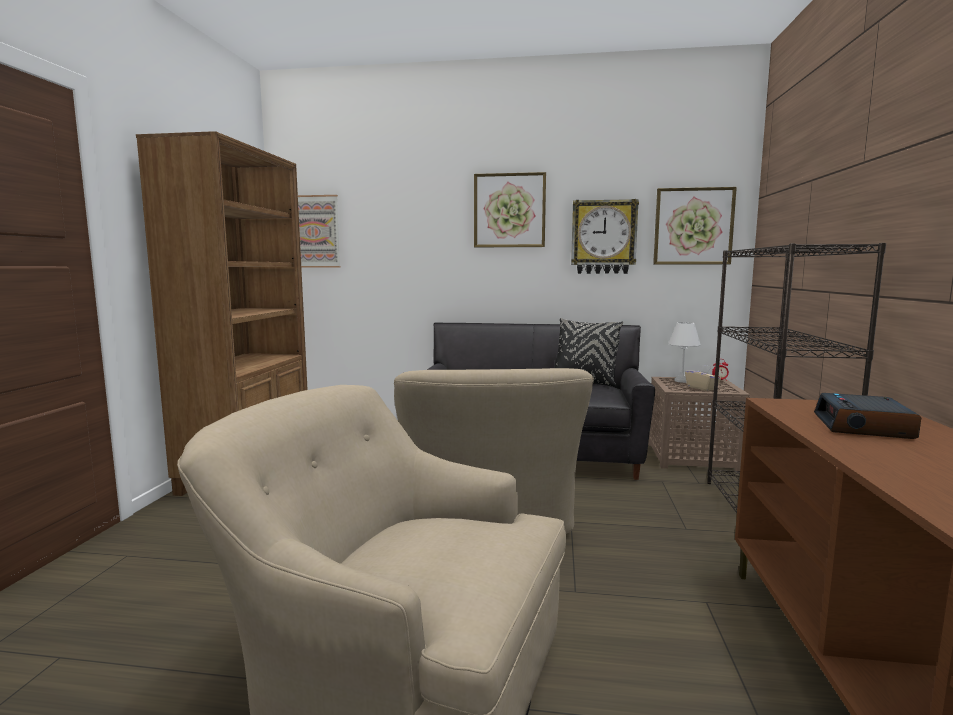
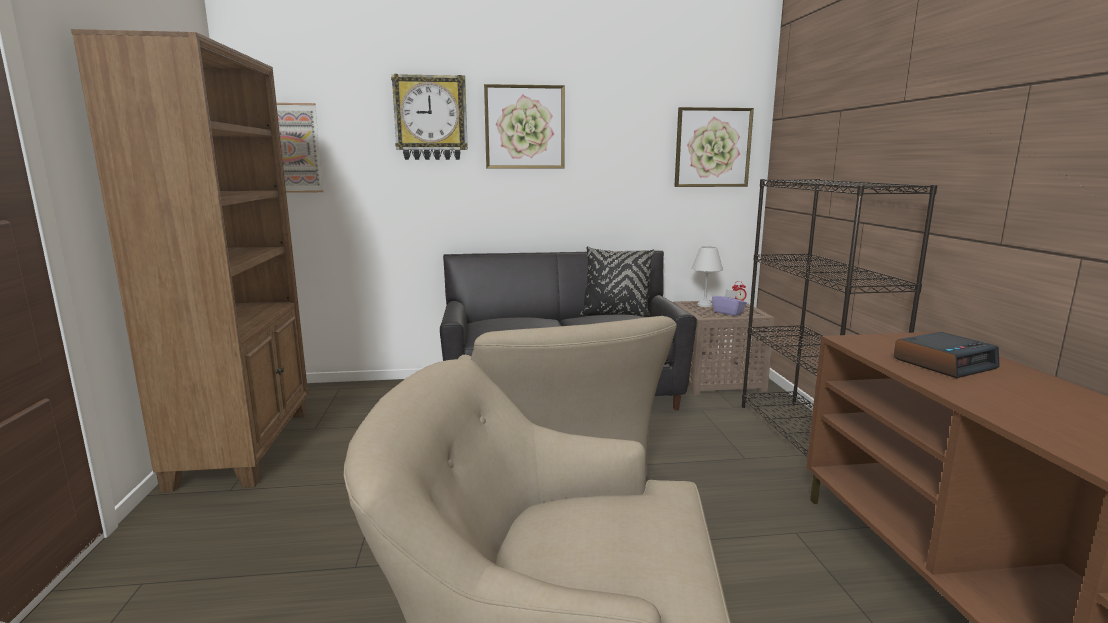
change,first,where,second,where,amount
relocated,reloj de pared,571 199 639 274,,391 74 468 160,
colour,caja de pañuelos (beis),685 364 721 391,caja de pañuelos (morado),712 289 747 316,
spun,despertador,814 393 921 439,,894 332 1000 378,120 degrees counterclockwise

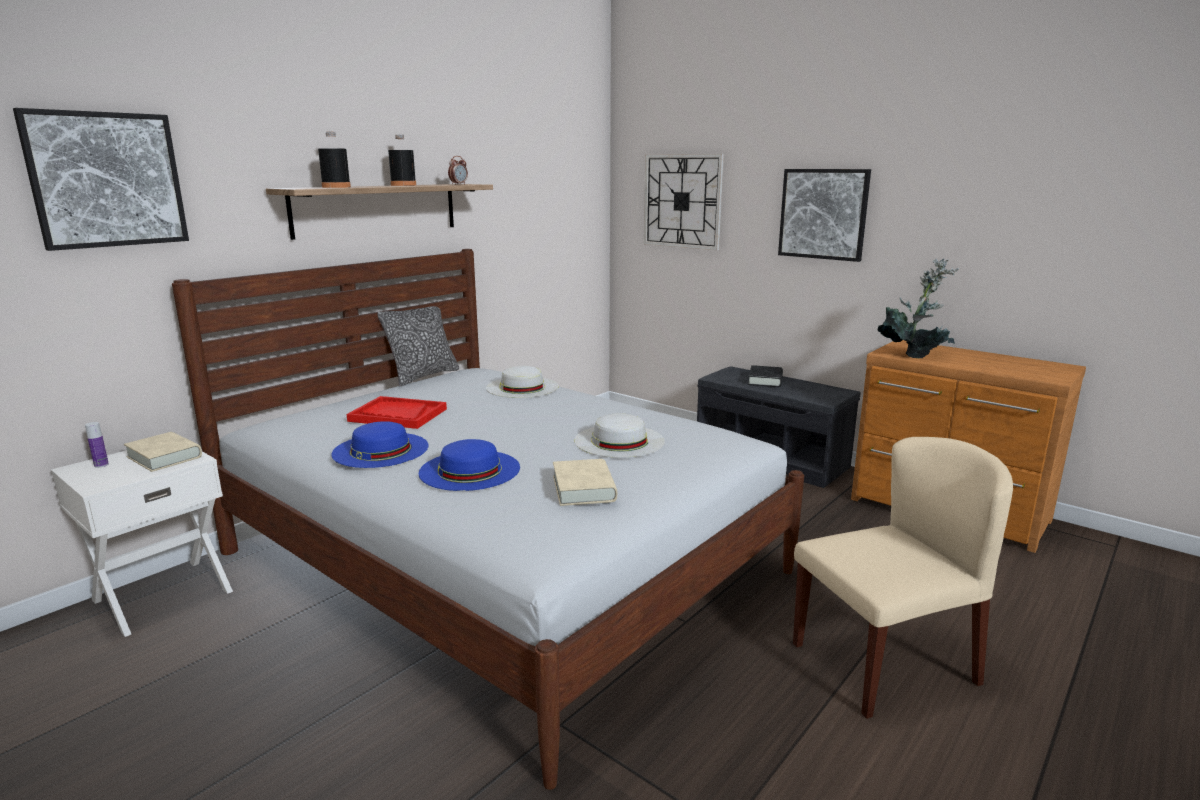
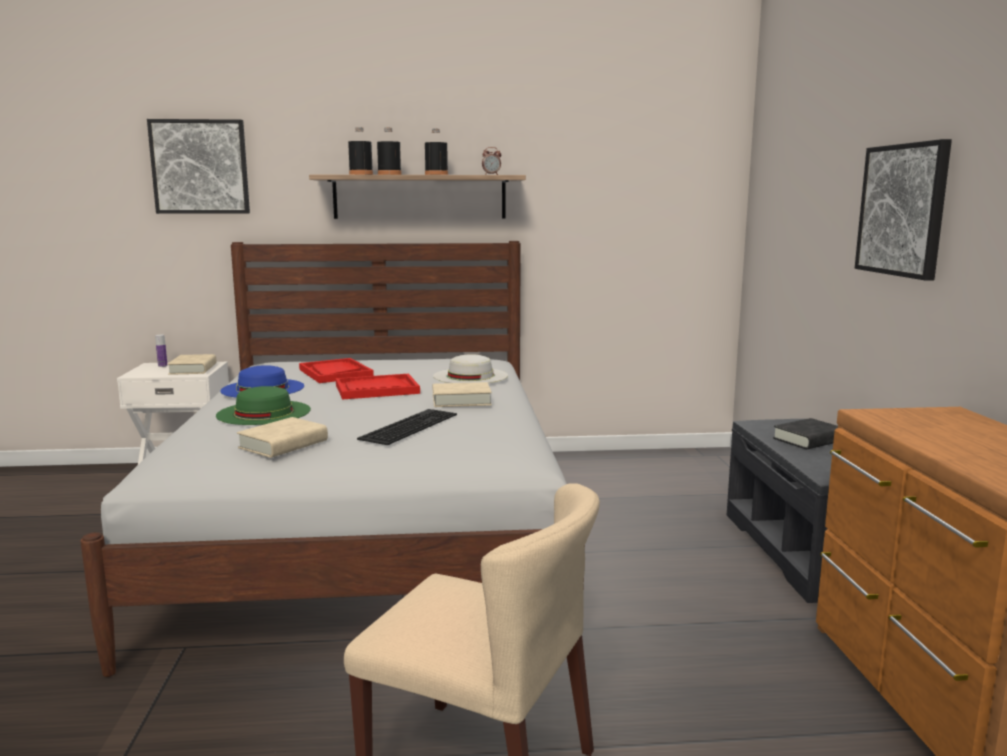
change,first,where,second,where,amount
missing,reloj de pared,644 154 724 250,,,
missing,planta en maceta,878 259 958 358,,,
missing,cojín,377 301 459 386,,,
exchanged,sombrero (blanco),575 413 665 458,teclado,357 409 457 445,
colour,sombrero (azul),419 439 520 491,sombrero (verde),216 386 311 425,
appeared,,,botella (negro),377 127 402 175,
appeared,,,bandeja (rojo),336 374 420 400,
appeared,,,libro (beis),433 382 492 407,

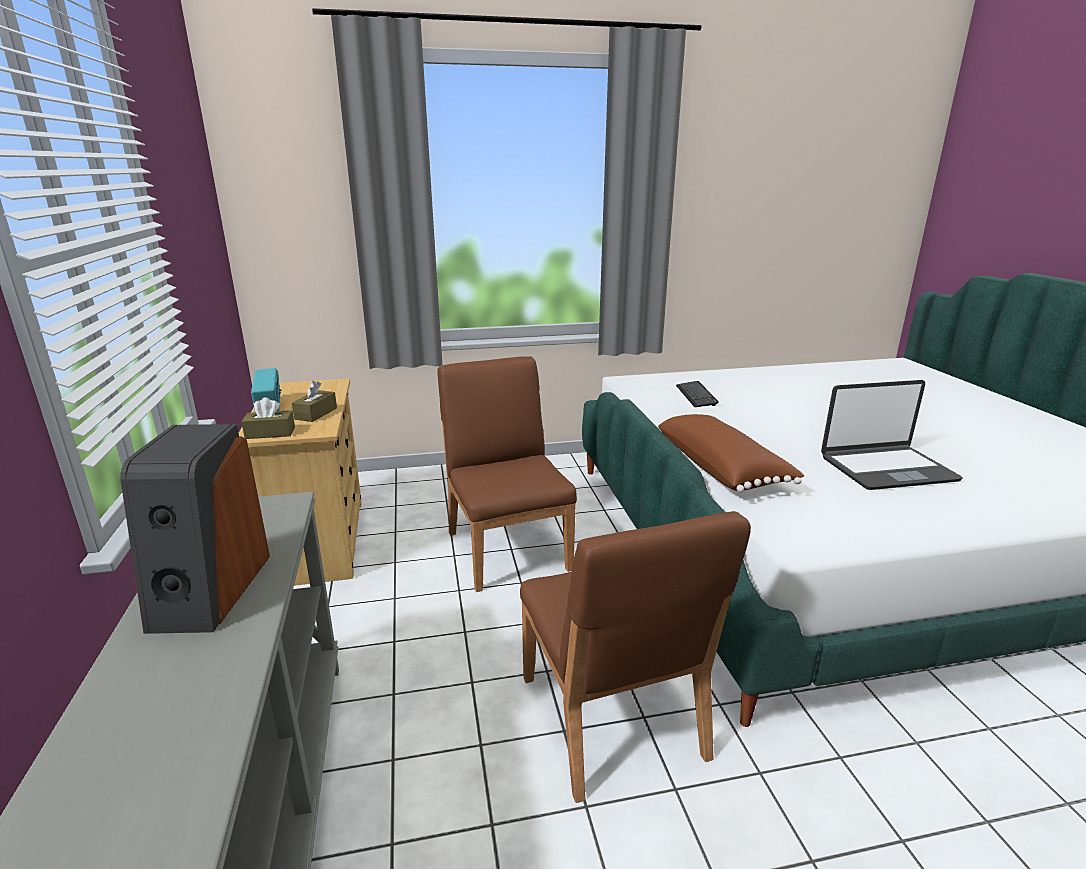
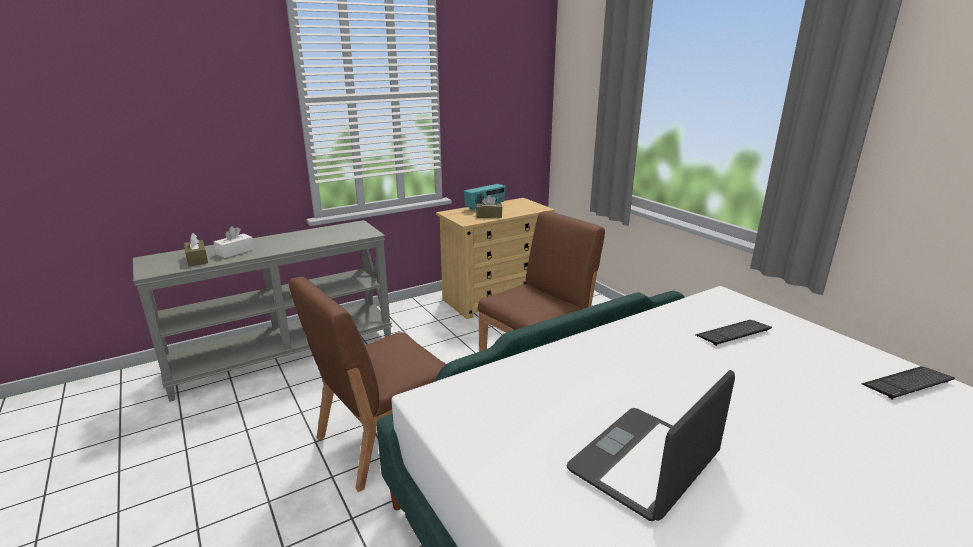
change,first,where,second,where,amount
spun,portátil,821 380 963 490,,566 370 735 521,75 degrees clockwise
relocated,caja de pañuelos (marrón),241 397 295 439,,184 233 208 266,
missing,cojín (marrón),657 414 804 492,,,
missing,altavoz,120 424 270 634,,,
appeared,,,caja de pañuelos (blanco),214 226 254 258,
appeared,,,teclado,861 366 955 400,

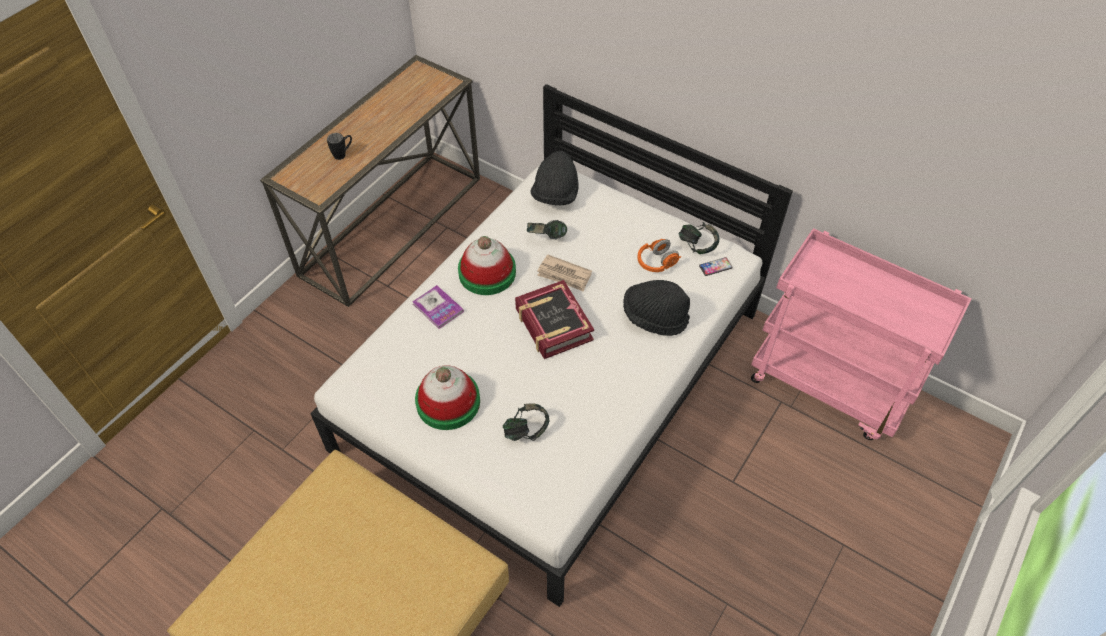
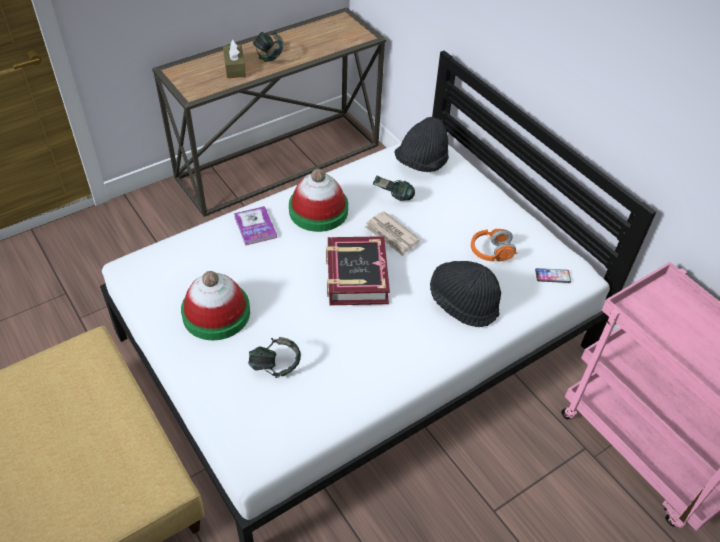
change,first,where,second,where,amount
exchanged,taza grande (negro),327 133 352 160,caja de pañuelos (marrón),223 40 246 78,
relocated,auriculares,679 222 719 254,,253 32 284 62,

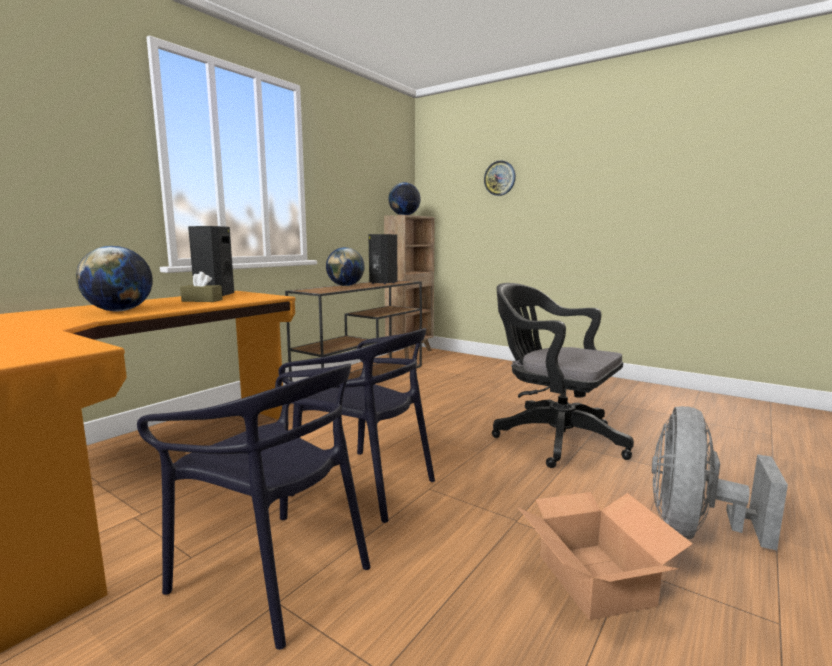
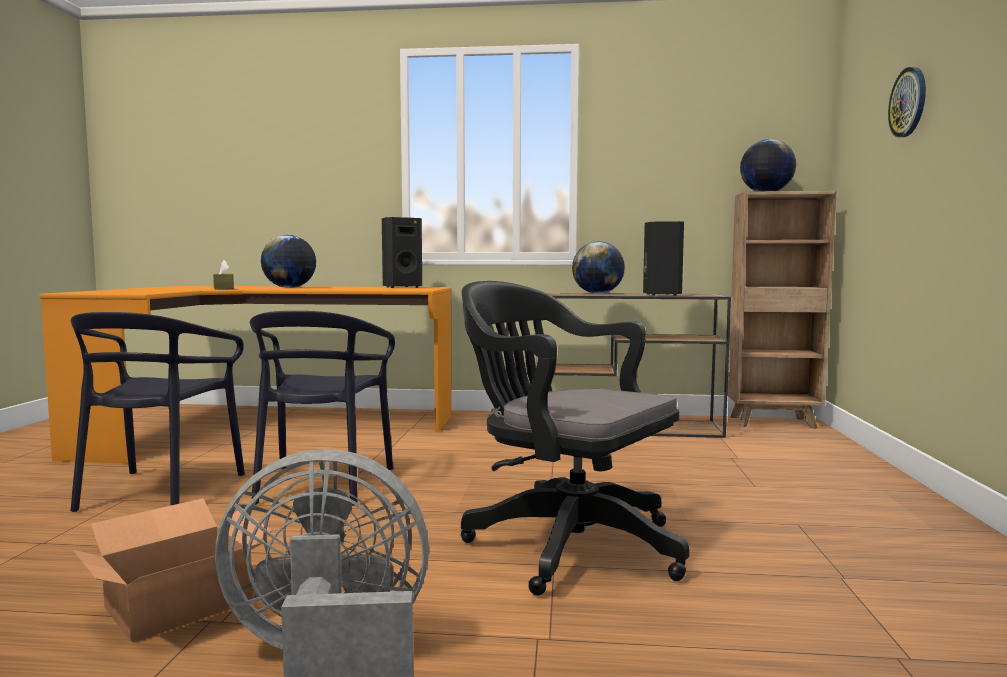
change,first,where,second,where,amount
relocated,caja de pañuelos (marrón),180 272 223 302,,213 260 234 289,
spun,silla de oficina (negro),492 283 634 468,,461 281 690 595,60 degrees counterclockwise

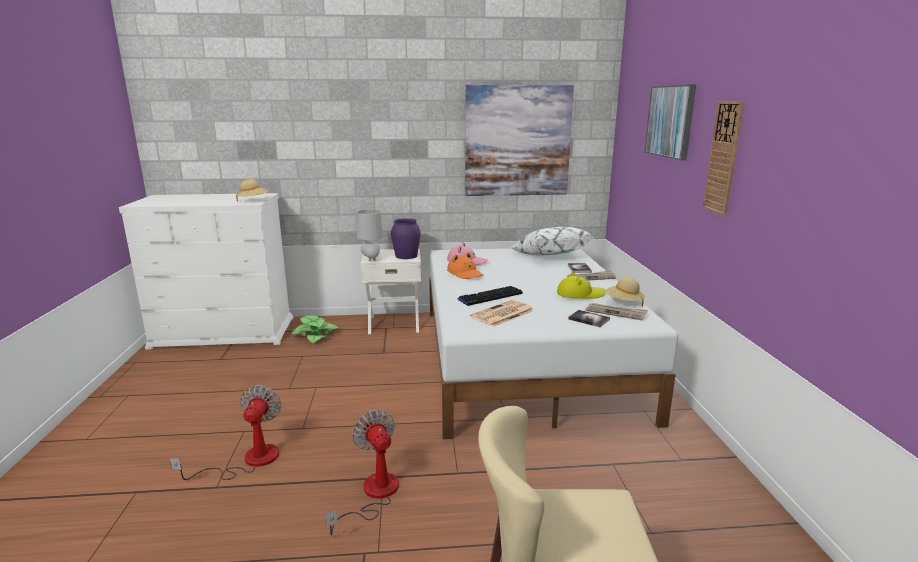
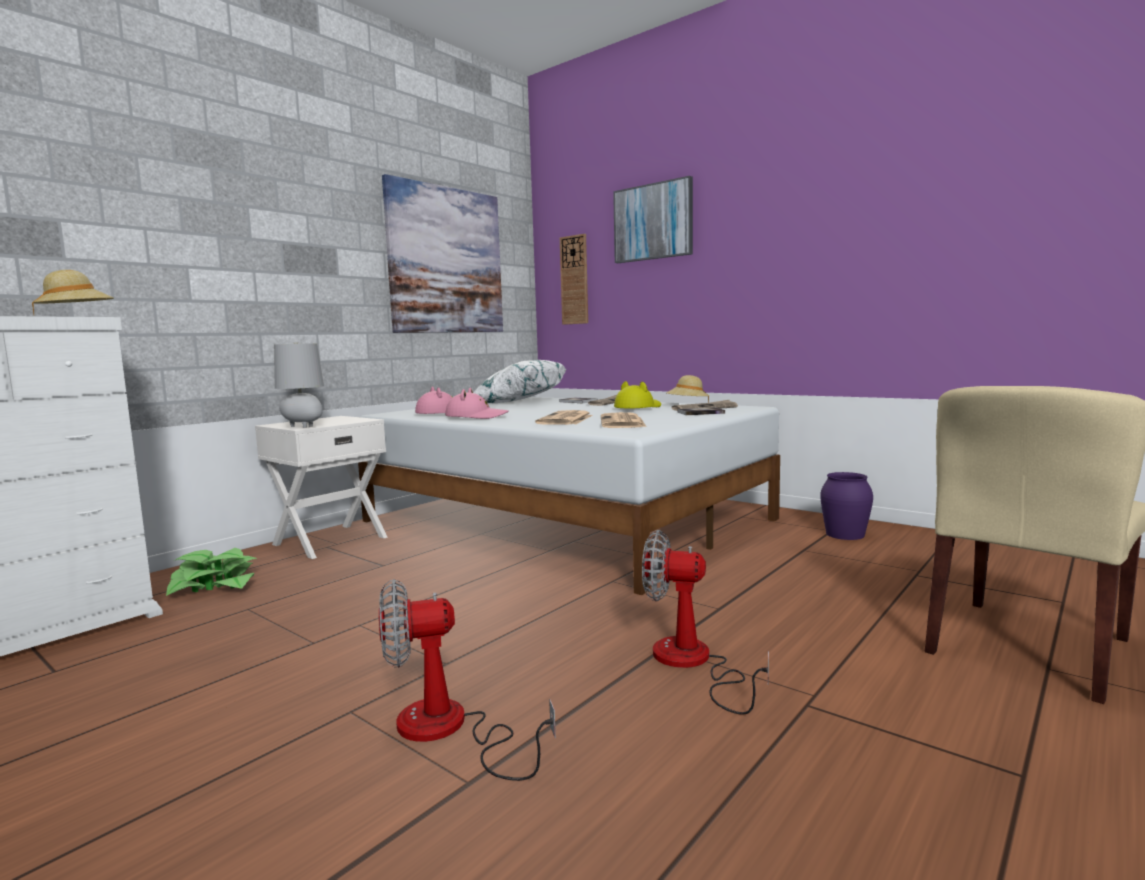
change,first,where,second,where,amount
relocated,reloj de pared,703 101 744 216,,560 234 588 325,
relocated,florero (morado),391 218 421 259,,820 472 873 540,
colour,sombrero (naranja),447 252 483 279,sombrero (rosa),445 388 509 419,
exchanged,teclado,458 286 523 306,periódico,535 410 592 425,
spun,ventilador,170 385 282 480,,379 579 556 781,60 degrees counterclockwise

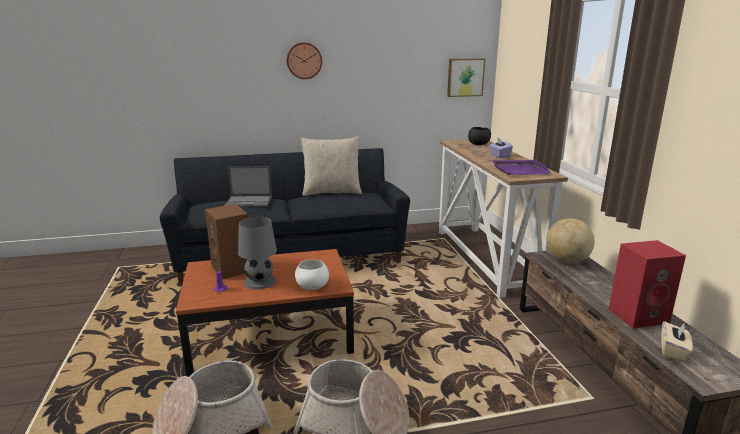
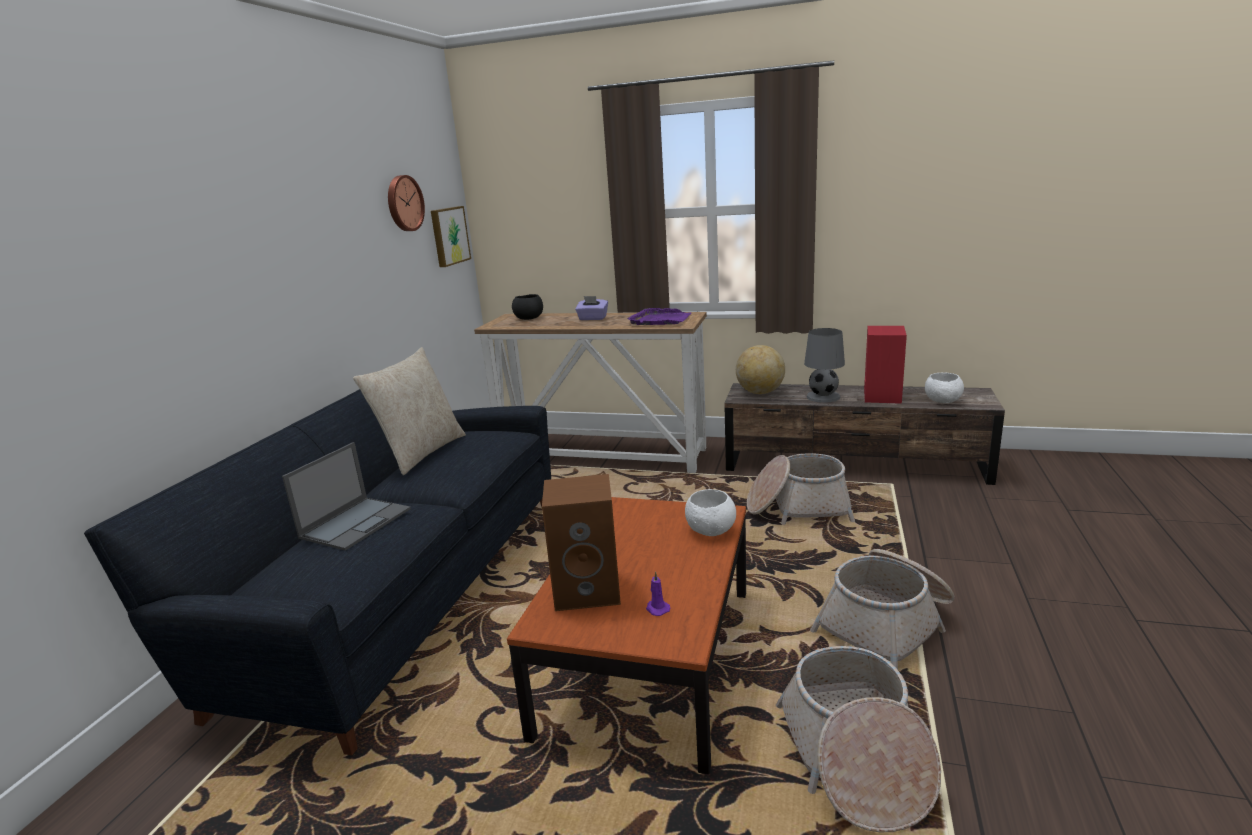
change,first,where,second,where,amount
relocated,reloj de pared,287 42 322 79,,388 175 425 231,
relocated,lámpara de mesa (gris),238 216 277 289,,804 328 845 403,
exchanged,caja de pañuelos (beis),661 321 693 361,cuenco (blanco),925 373 964 403,
appeared,,,cesta,747 453 855 525,

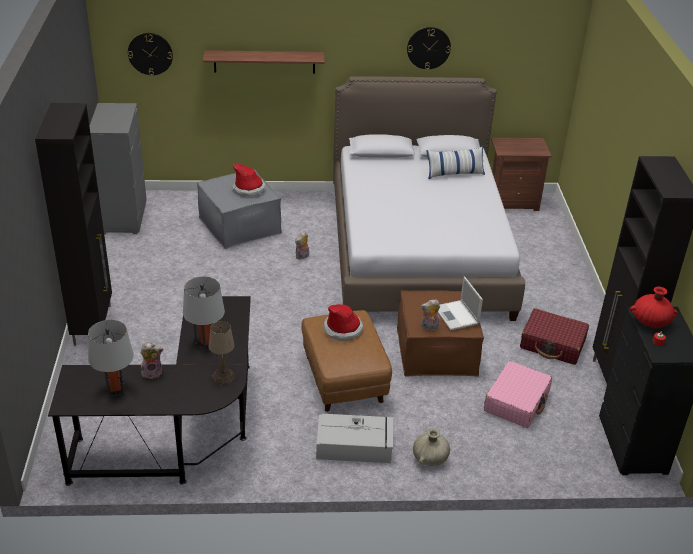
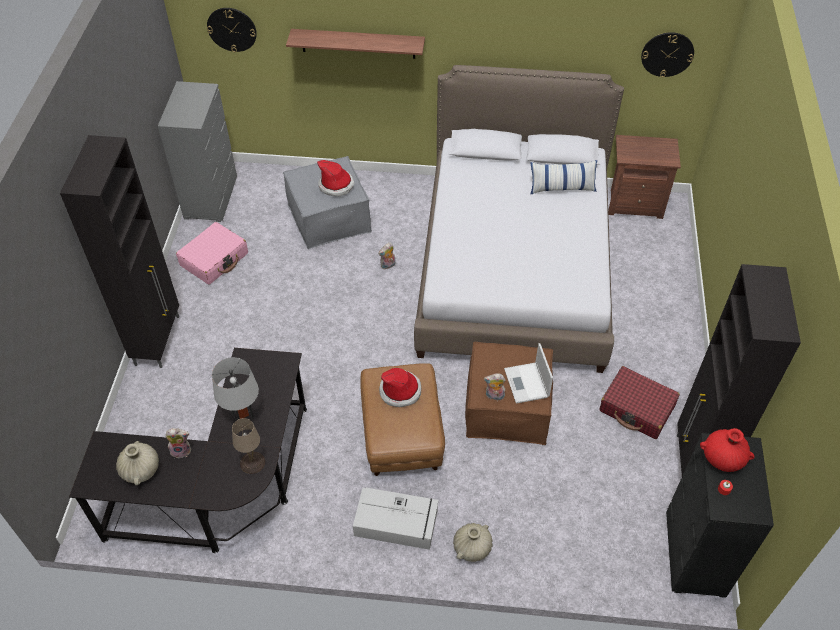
change,first,where,second,where,amount
relocated,reloj de pared,407 27 451 70,,641 32 694 78,
exchanged,lámpara de mesa (gris),88 320 134 397,florero (beis),116 441 159 485,
relocated,maleta (rosa),484 361 552 428,,176 222 248 285,

